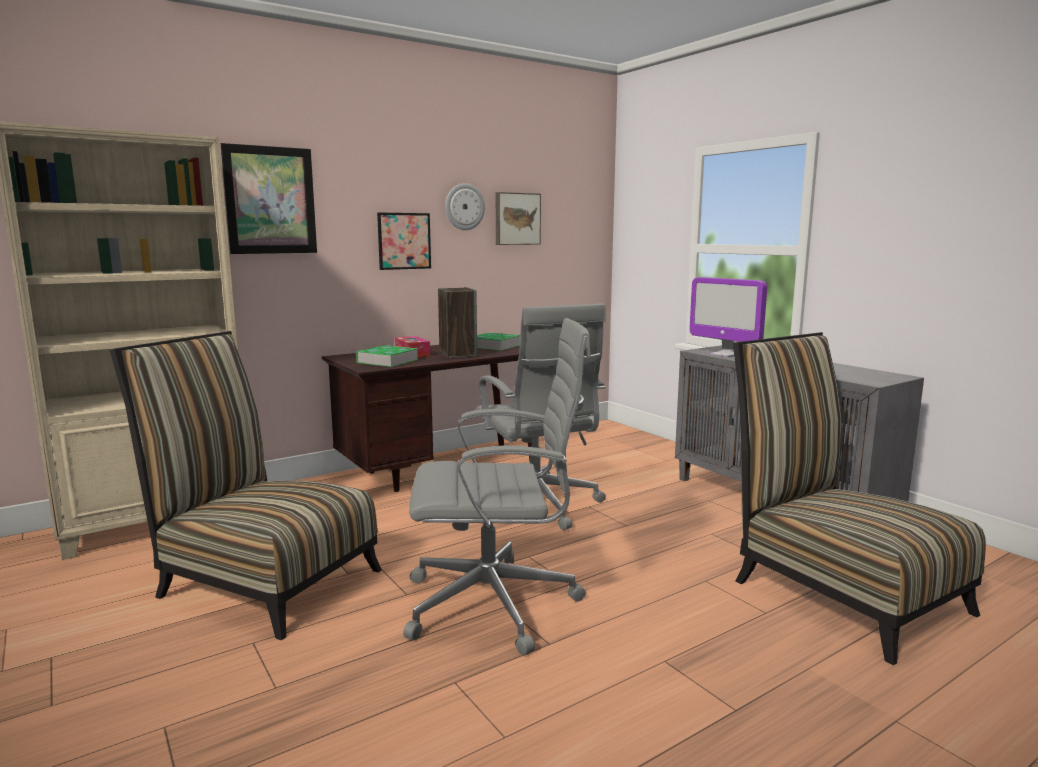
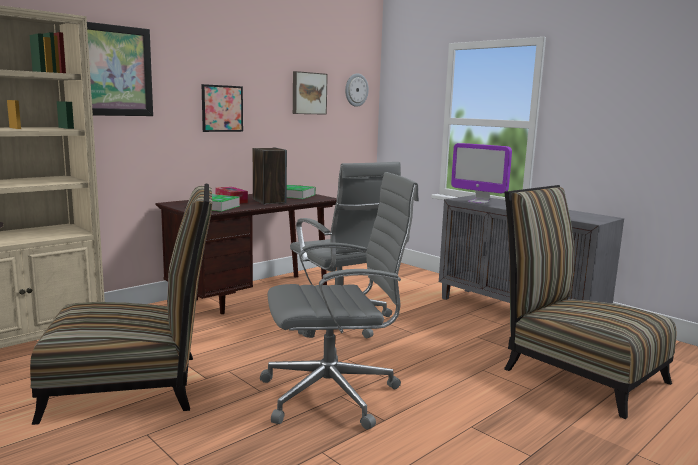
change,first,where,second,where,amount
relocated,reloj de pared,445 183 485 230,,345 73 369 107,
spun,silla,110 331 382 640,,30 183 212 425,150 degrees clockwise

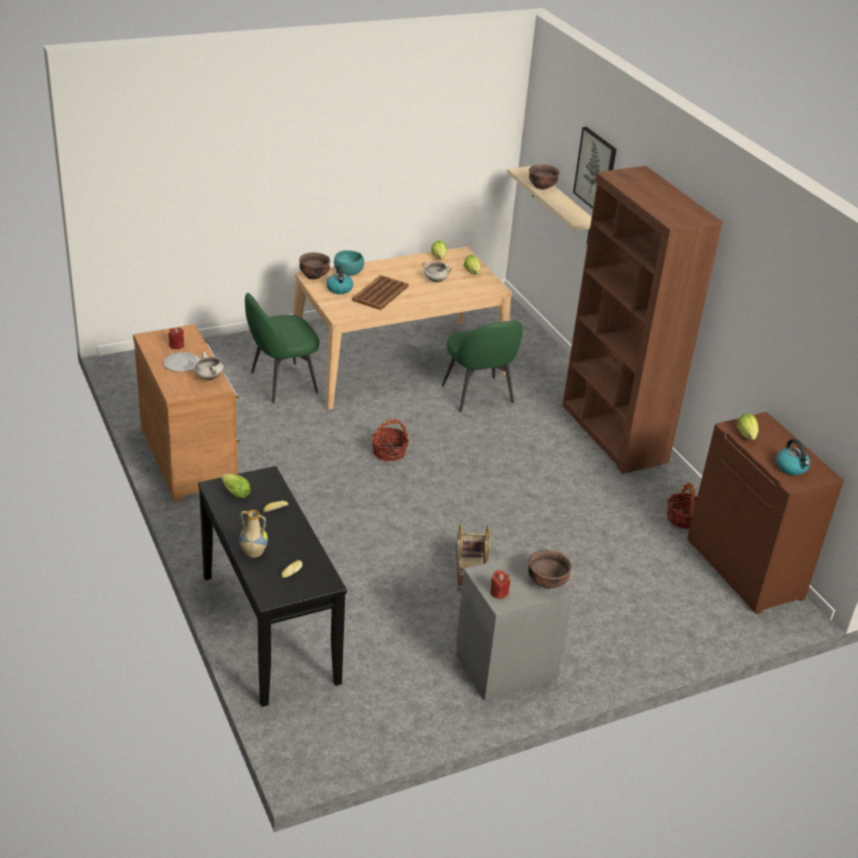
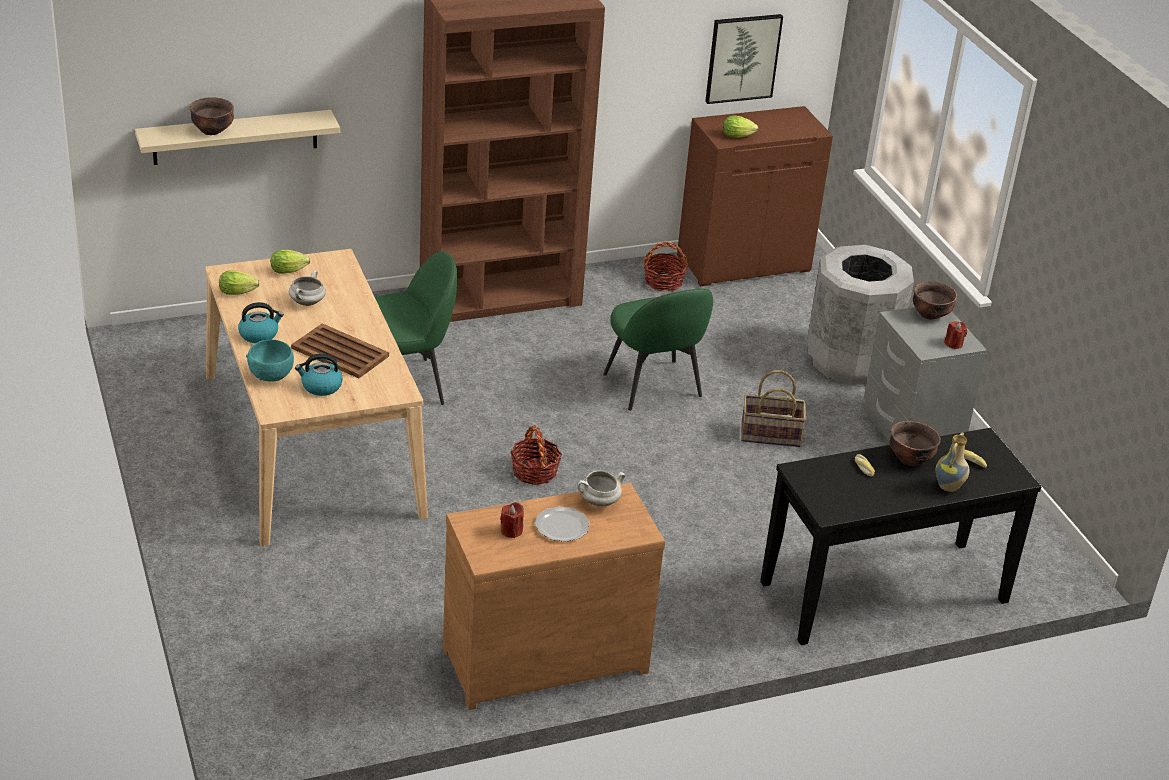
change,first,where,second,where,amount
relocated,cuadro,573 127 617 209,,705 14 783 104,
relocated,cuenco (marrón),299 252 330 279,,889 421 941 466,
relocated,silla (verde),245 292 320 403,,603 288 713 411,
relocated,hervidor,776 439 810 475,,238 302 284 343,
missing,lechuga,221 474 251 498,,,
appeared,,,papelera (gris),807 245 914 385,

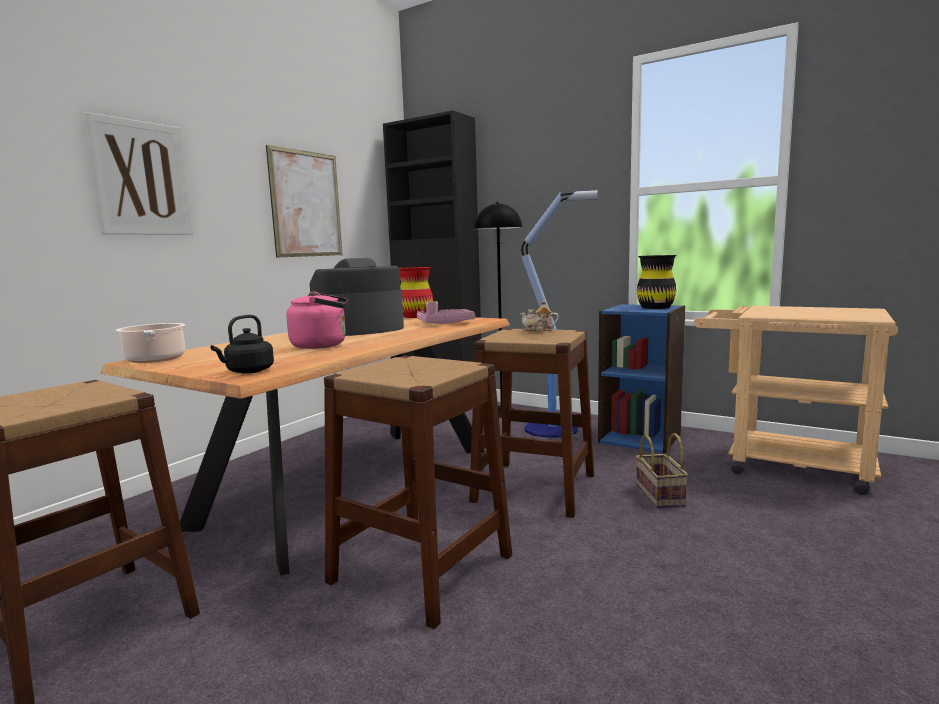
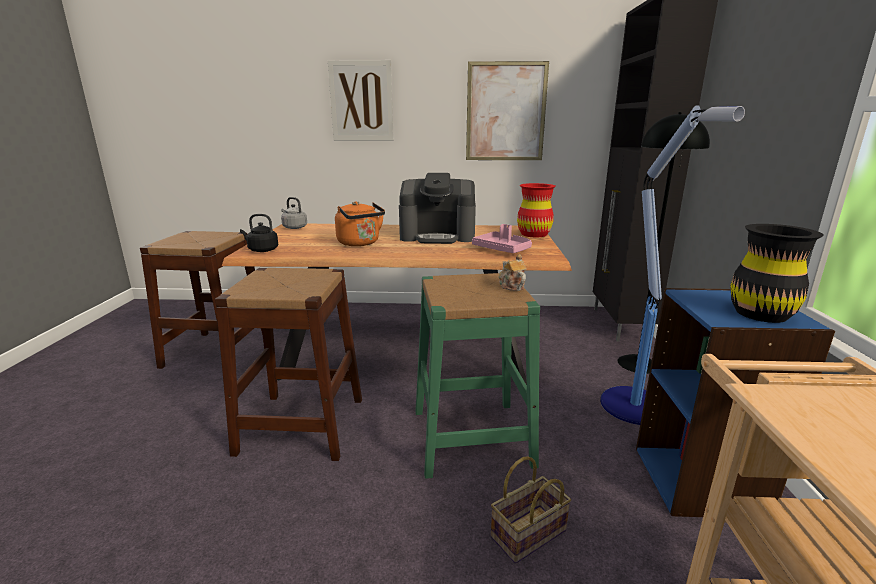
change,first,where,second,where,amount
spun,cafetera,310 258 404 336,,399 173 476 244,150 degrees clockwise
colour,hervidor (rosa),287 292 349 349,hervidor (naranja),335 201 385 246,
exchanged,olla,116 323 185 363,hervidor (gris),281 197 307 229,
colour,taburete (marrón),469 329 594 518,taburete (verde),415 273 540 479,

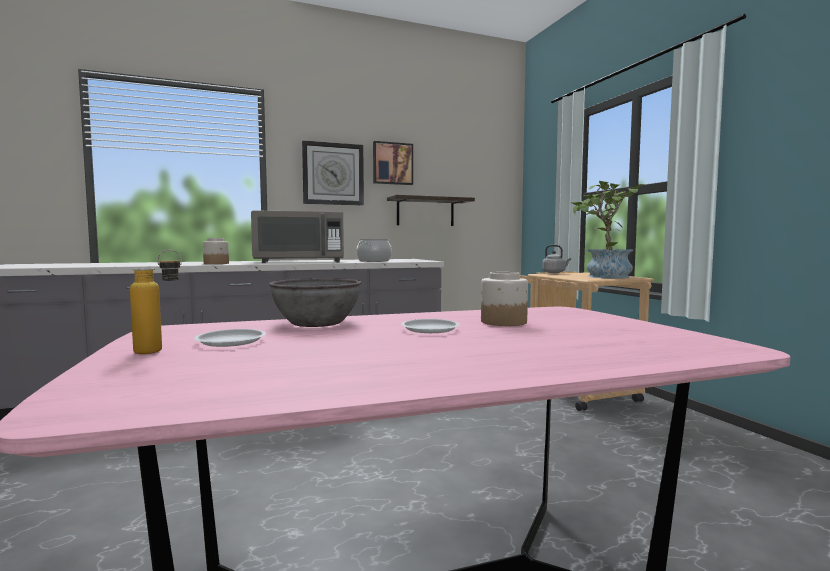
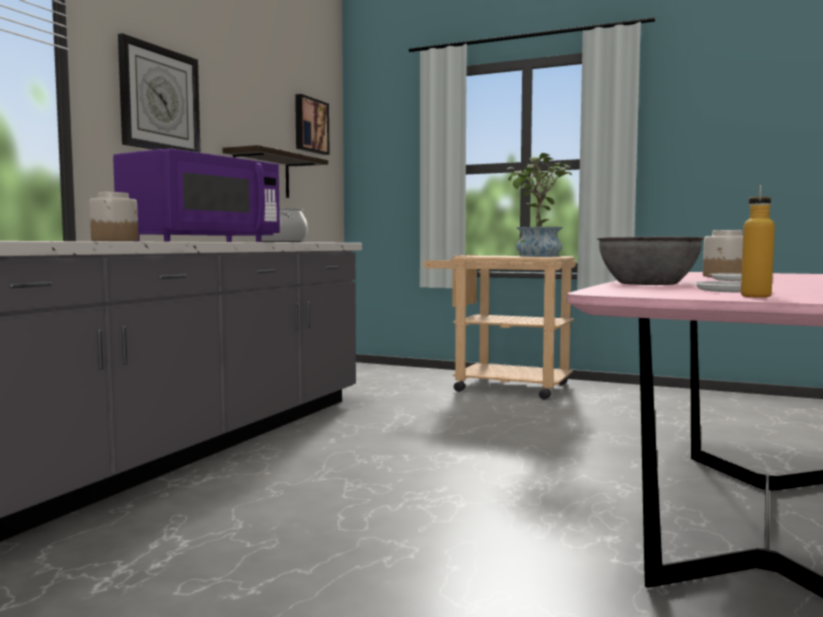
change,first,where,second,where,amount
relocated,cuadro,373 141 413 185,,295 94 330 155,
colour,microondas (gris),251 210 344 263,microondas (morado),113 148 280 242,
missing,hervidor (gris),542 245 571 273,,,

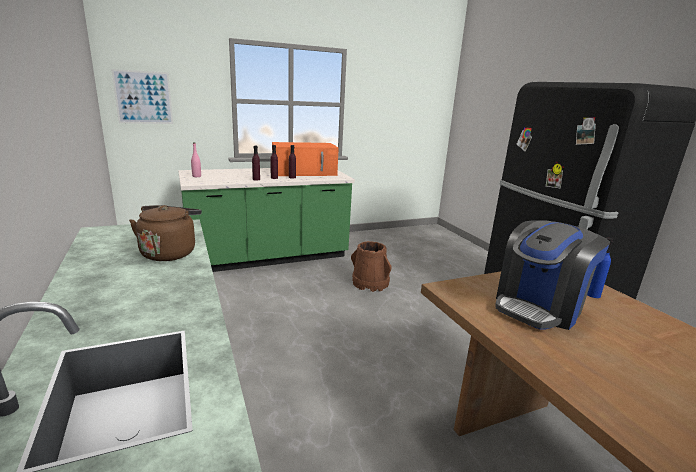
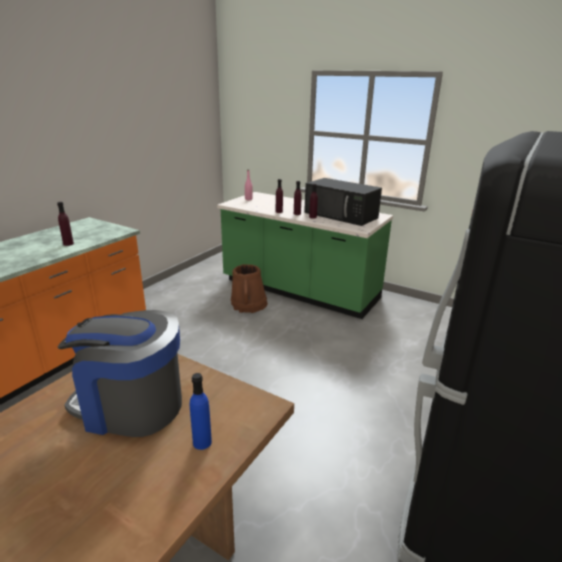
change,first,where,second,where,amount
missing,cuadro,111 69 173 124,,,
colour,microondas (naranja),272 142 339 176,microondas (negro),304 178 382 226,
exchanged,hervidor (marrón),129 205 202 261,botella (morado),57 202 74 246,
relocated,cubo (marrón),351 241 392 292,,231 264 268 313,

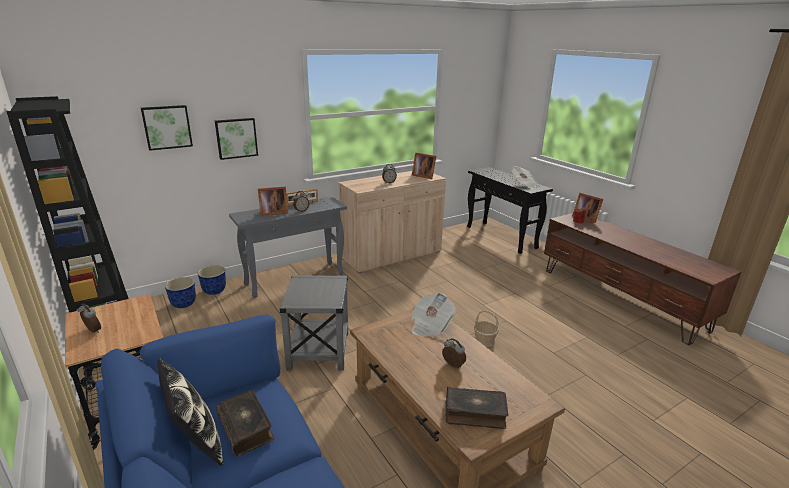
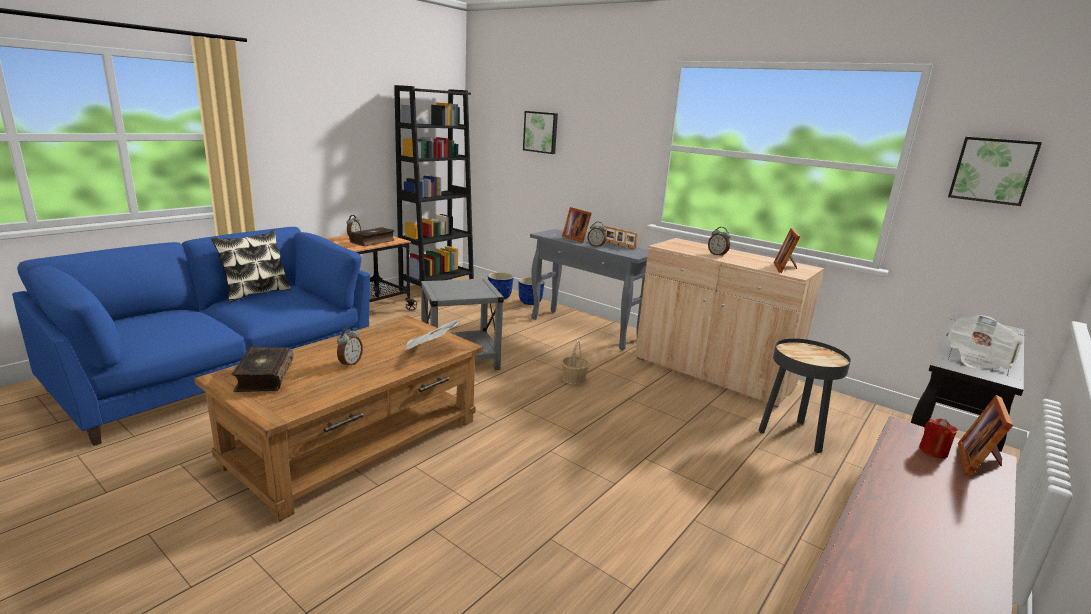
change,first,where,second,where,amount
relocated,cuadro,215 118 258 160,,948 137 1042 206,
relocated,cesta,474 310 499 347,,561 340 590 385,
relocated,libro,216 390 275 456,,349 227 395 246,
appeared,,,mesa auxiliar (negro),759 339 851 453,

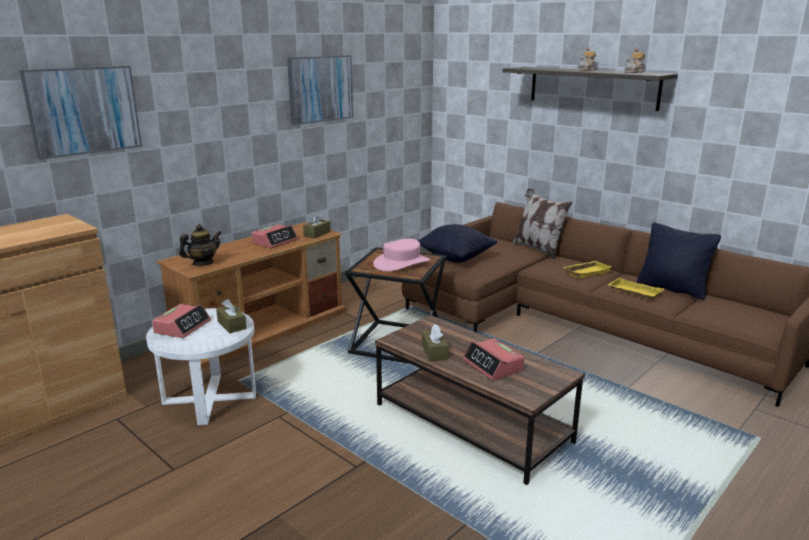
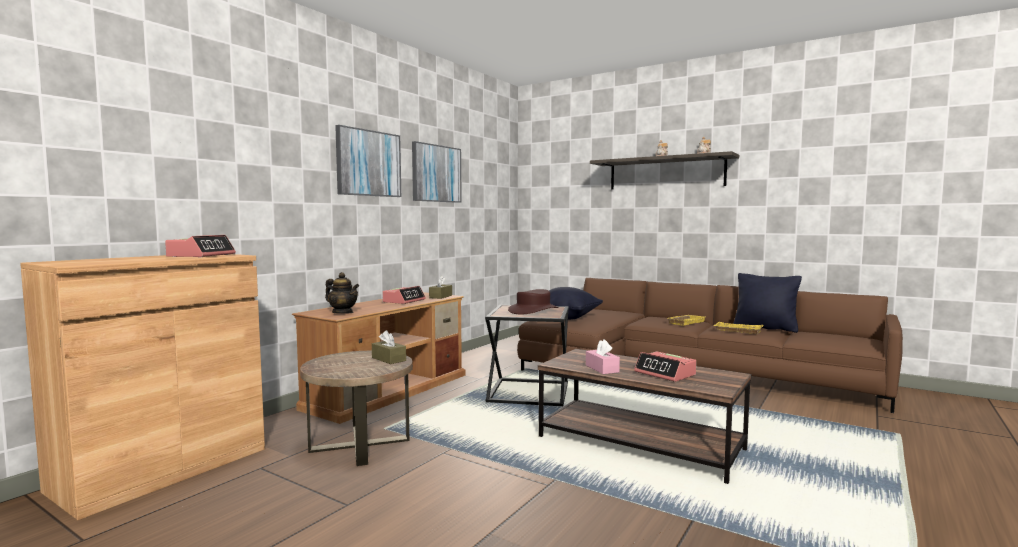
change,first,where,second,where,amount
relocated,cuadro,20 66 142 160,,335 125 401 197,
missing,cojín,512 188 572 259,,,
spun,tetera,179 224 221 266,,325 272 359 314,75 degrees clockwise
colour,sombrero (rosa),373 239 430 271,sombrero (marrón),508 289 559 315,
relocated,despertador,152 304 211 338,,165 235 236 257,
colour,mesa auxiliar (blanco),146 308 256 425,mesa auxiliar (marrón),300 351 413 466,
colour,caja de pañuelos (marrón),422 324 449 361,caja de pañuelos (rosa),586 339 620 374,

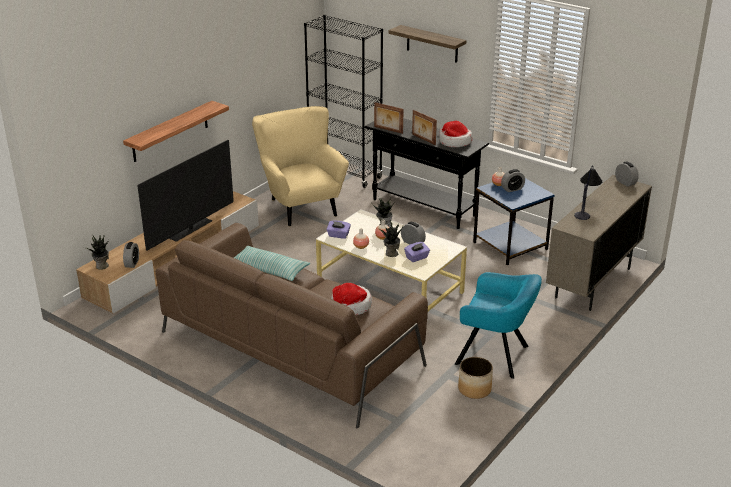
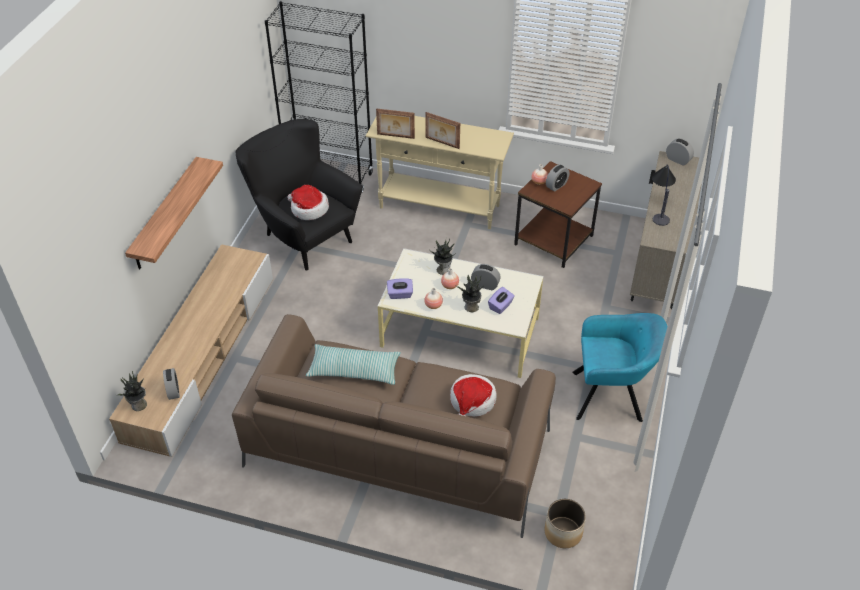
change,first,where,second,where,amount
missing,estante,389 25 466 63,,,
colour,sillón (beis),252 106 349 227,sillón (negro),236 119 363 271,
colour,mesa consola (negro),365 118 489 229,mesa consola (beis),366 116 514 229,
relocated,sombrero,439 121 472 147,,288 185 329 220,
missing,televisor,137 140 234 251,,,
colour,mesa auxiliar (azul),473 178 555 265,mesa auxiliar (marrón),514 161 602 268,
relocated,maceta,458 357 493 399,,545 499 586 548,

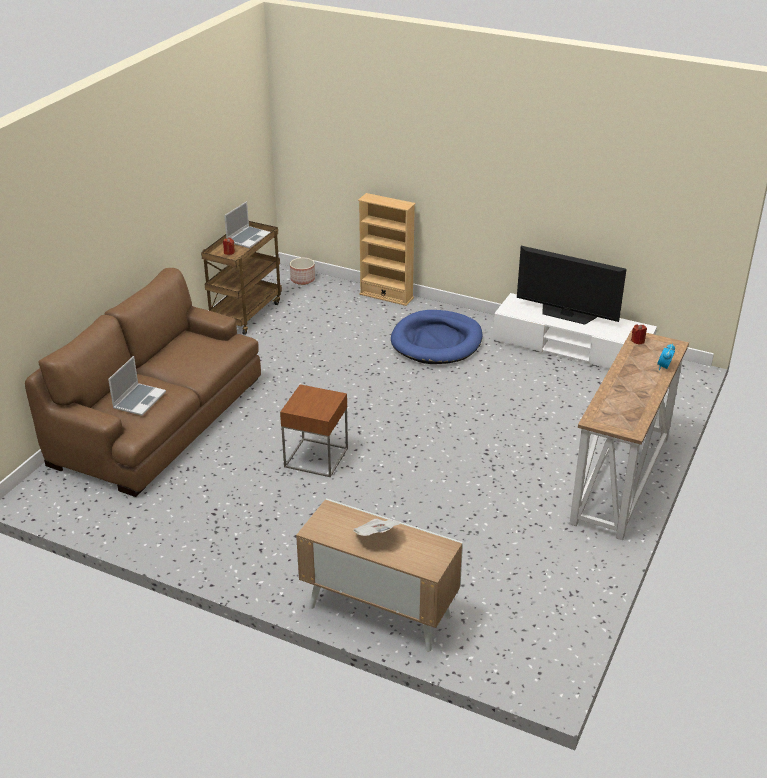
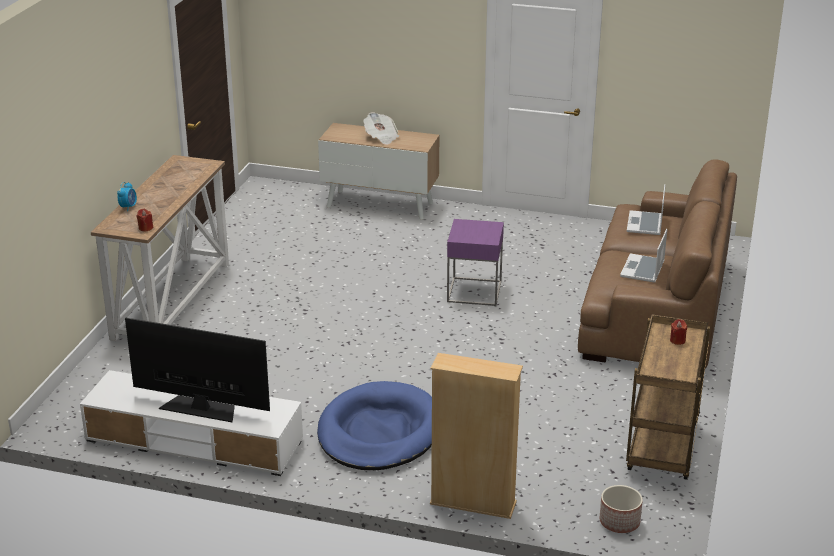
change,first,where,second,where,amount
relocated,portátil,224 201 270 248,,620 228 667 283,
colour,mesa auxiliar (marrón),280 384 348 477,mesa auxiliar (morado),447 219 504 306,

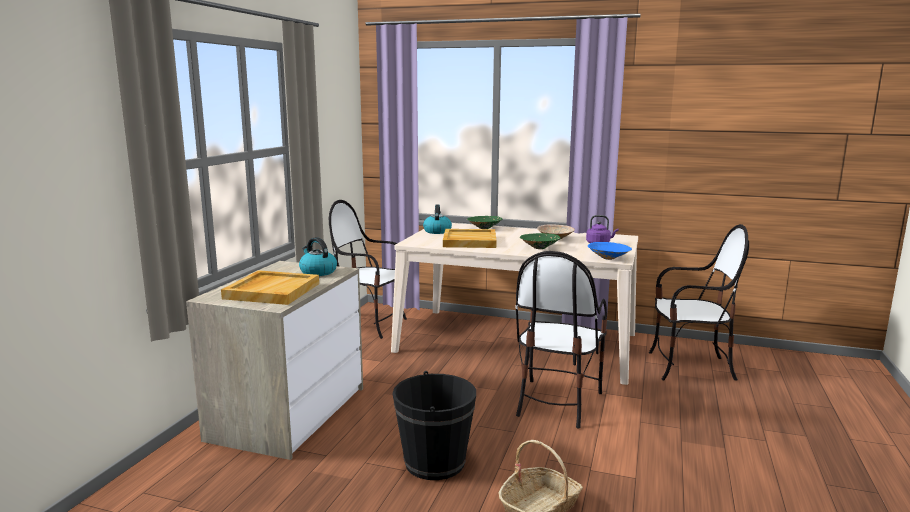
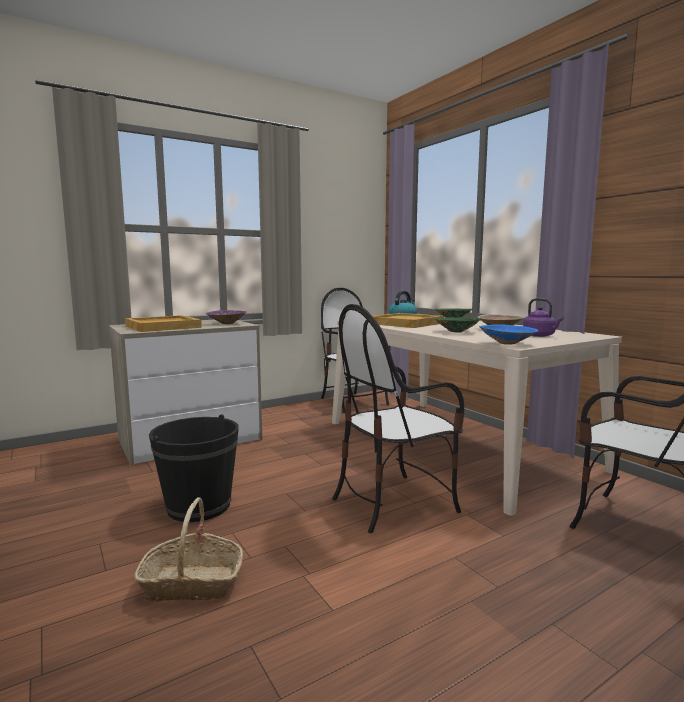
change,first,where,second,where,amount
exchanged,hervidor,299 237 337 276,cuenco (morado),206 310 247 324,

